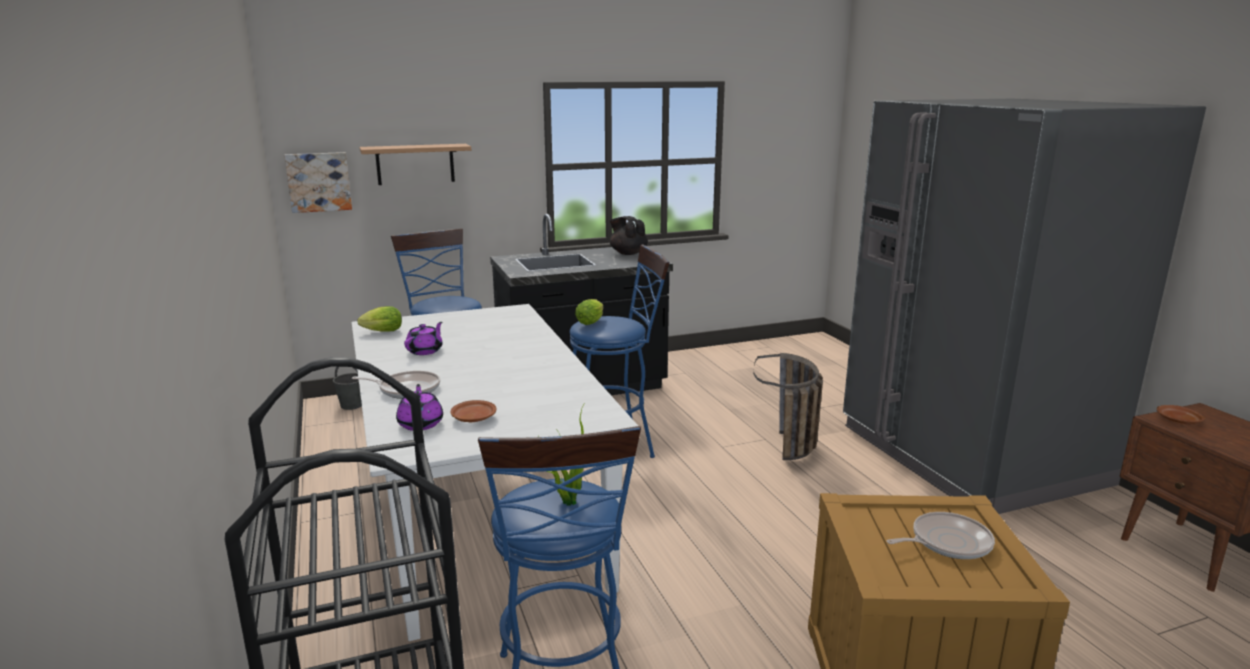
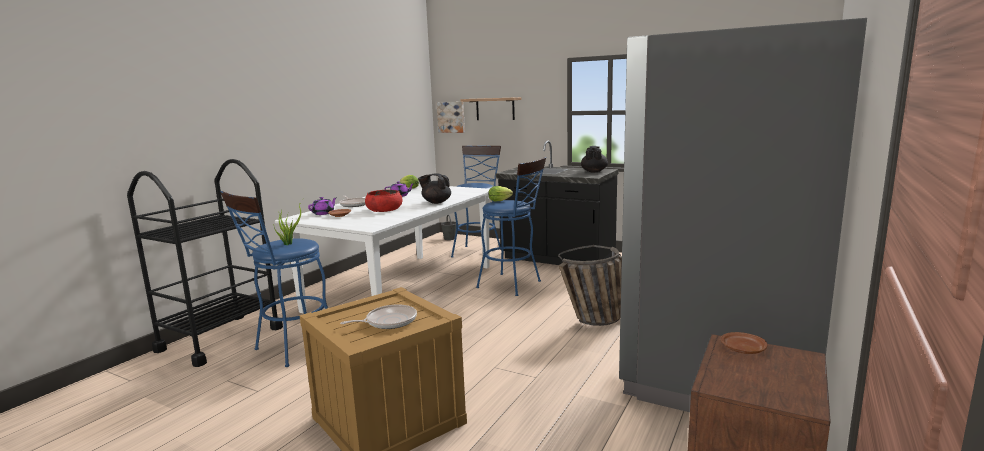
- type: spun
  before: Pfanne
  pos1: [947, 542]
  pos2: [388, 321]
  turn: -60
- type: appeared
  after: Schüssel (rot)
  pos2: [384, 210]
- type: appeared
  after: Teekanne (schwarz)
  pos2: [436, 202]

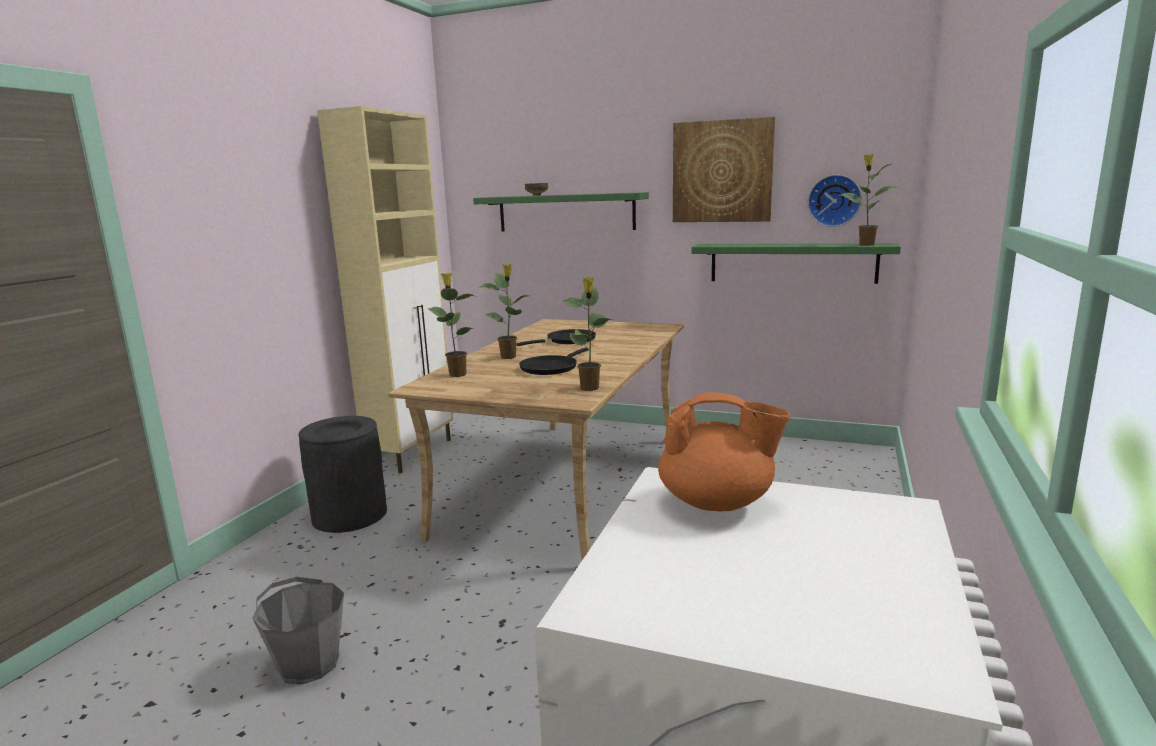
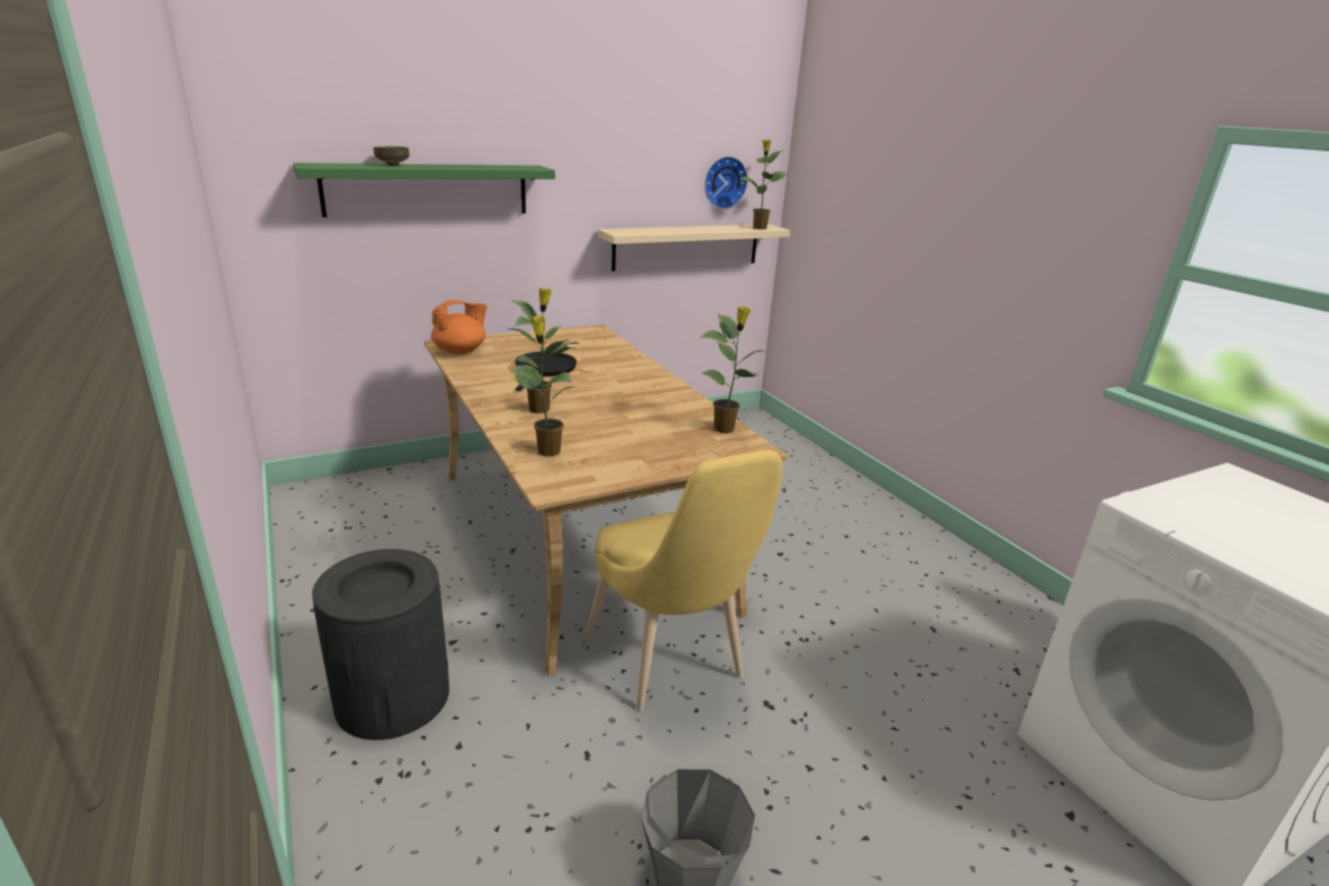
- type: missing
  before: Schrank (beige)
  pos1: [412, 453]
- type: missing
  before: Pfanne (schwarz)
  pos1: [551, 367]
- type: relocated
  before: Teekanne (orange)
  pos1: [718, 503]
  pos2: [460, 351]
- type: missing
  before: Bild
  pos1: [722, 171]
- type: colour
  before: Wandregal (grün)
  after: Wandregal (beige)
  pos1: [792, 263]
  pos2: [687, 246]
- type: appeared
  after: Stuhl (gelb)
  pos2: [669, 661]

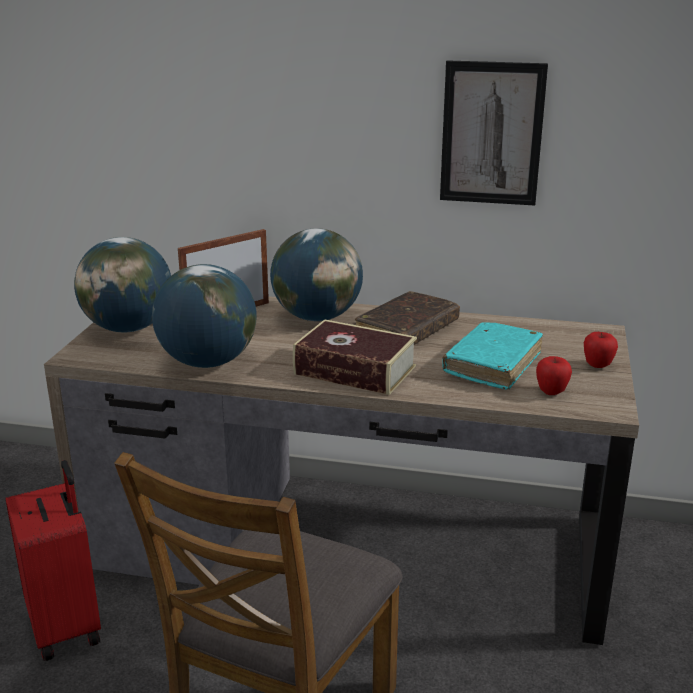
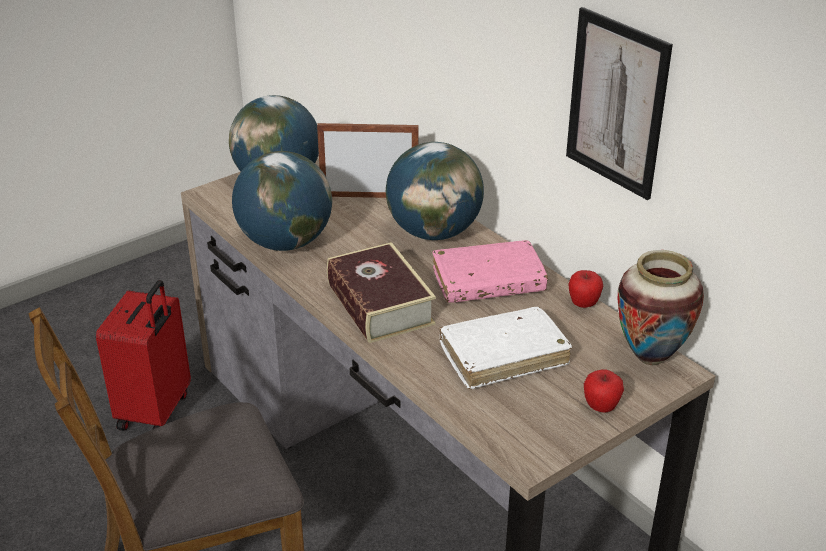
- type: colour
  before: Buch (braun)
  after: Buch (rosa)
  pos1: [407, 330]
  pos2: [488, 282]
- type: colour
  before: Buch (türkis)
  after: Buch (weiß)
  pos1: [492, 364]
  pos2: [503, 356]
- type: relocated
  before: Apfel
  pos1: [551, 392]
  pos2: [583, 304]
- type: appeared
  after: Vase
  pos2: [650, 357]

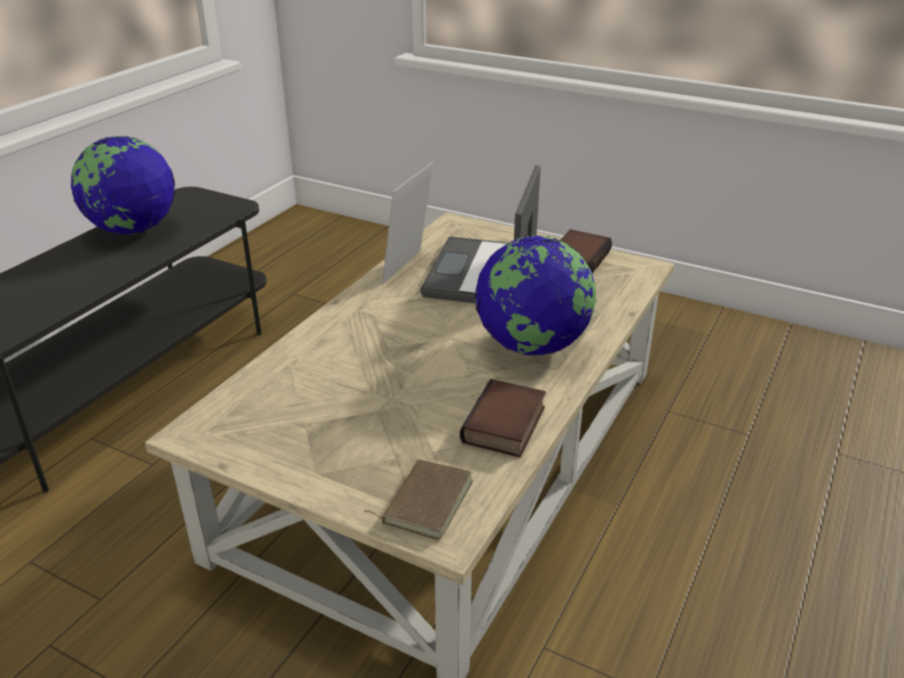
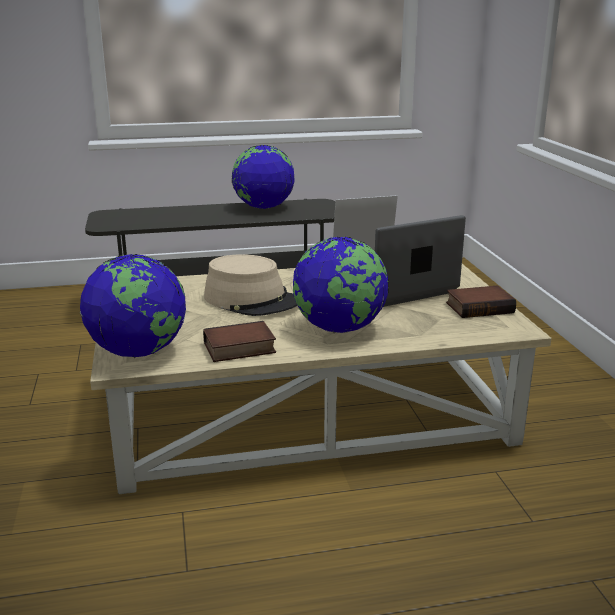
- type: exchanged
  before: Buch (braun)
  after: Globus
  pos1: [425, 501]
  pos2: [138, 352]
- type: appeared
  after: Hut (beige)
  pos2: [252, 300]

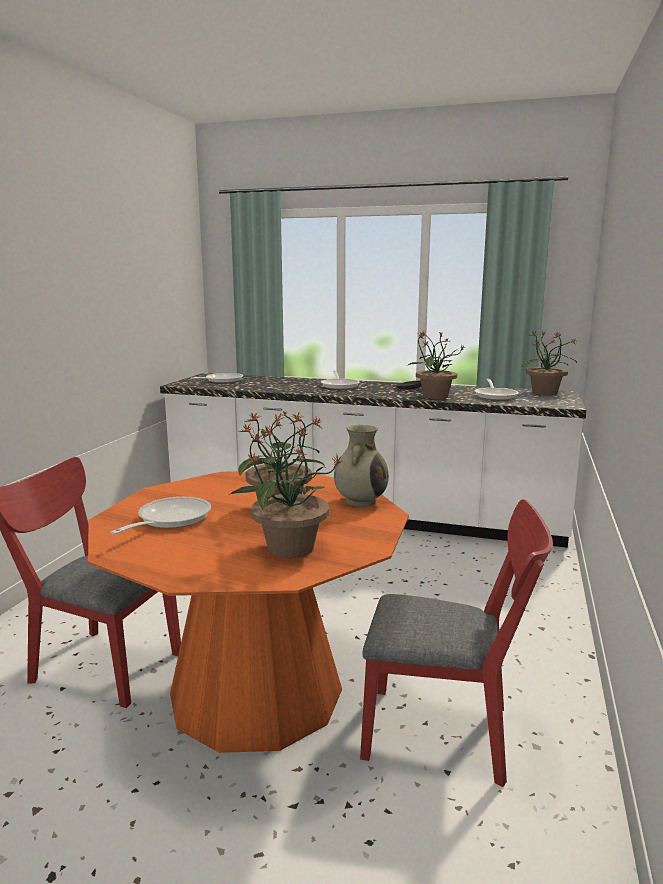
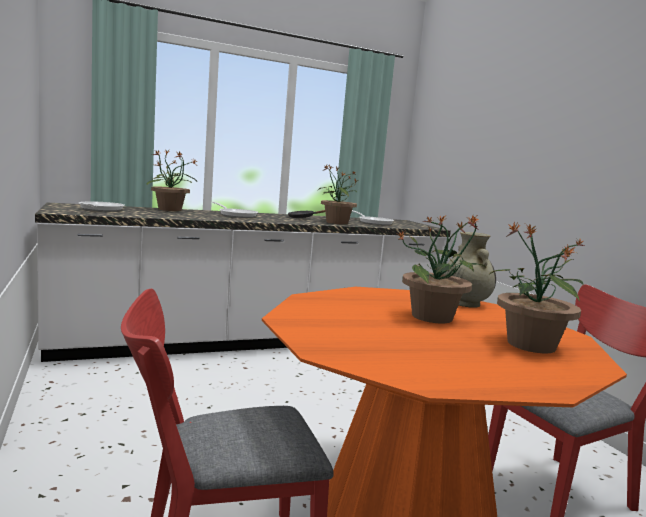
- type: missing
  before: Pfanne
  pos1: [169, 520]
- type: relocated
  before: Topfpflanze
  pos1: [545, 393]
  pos2: [170, 209]

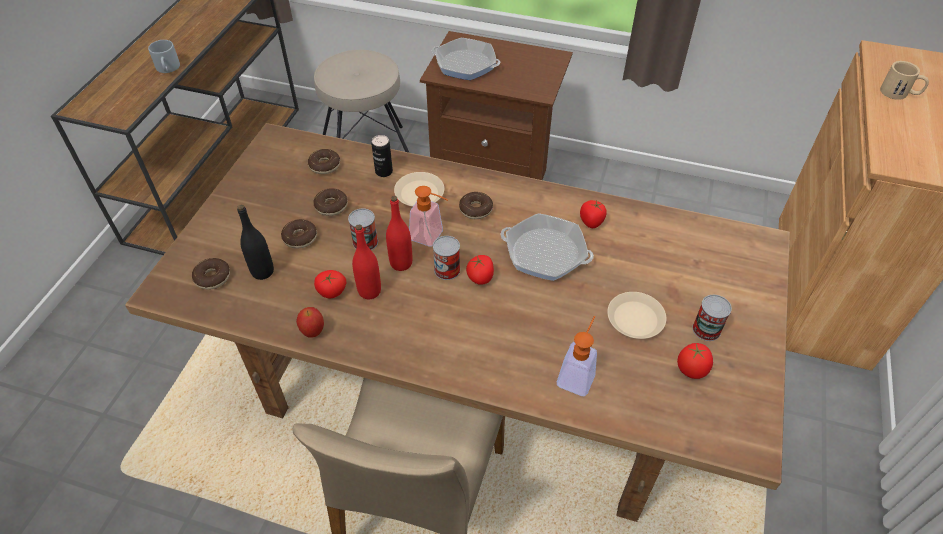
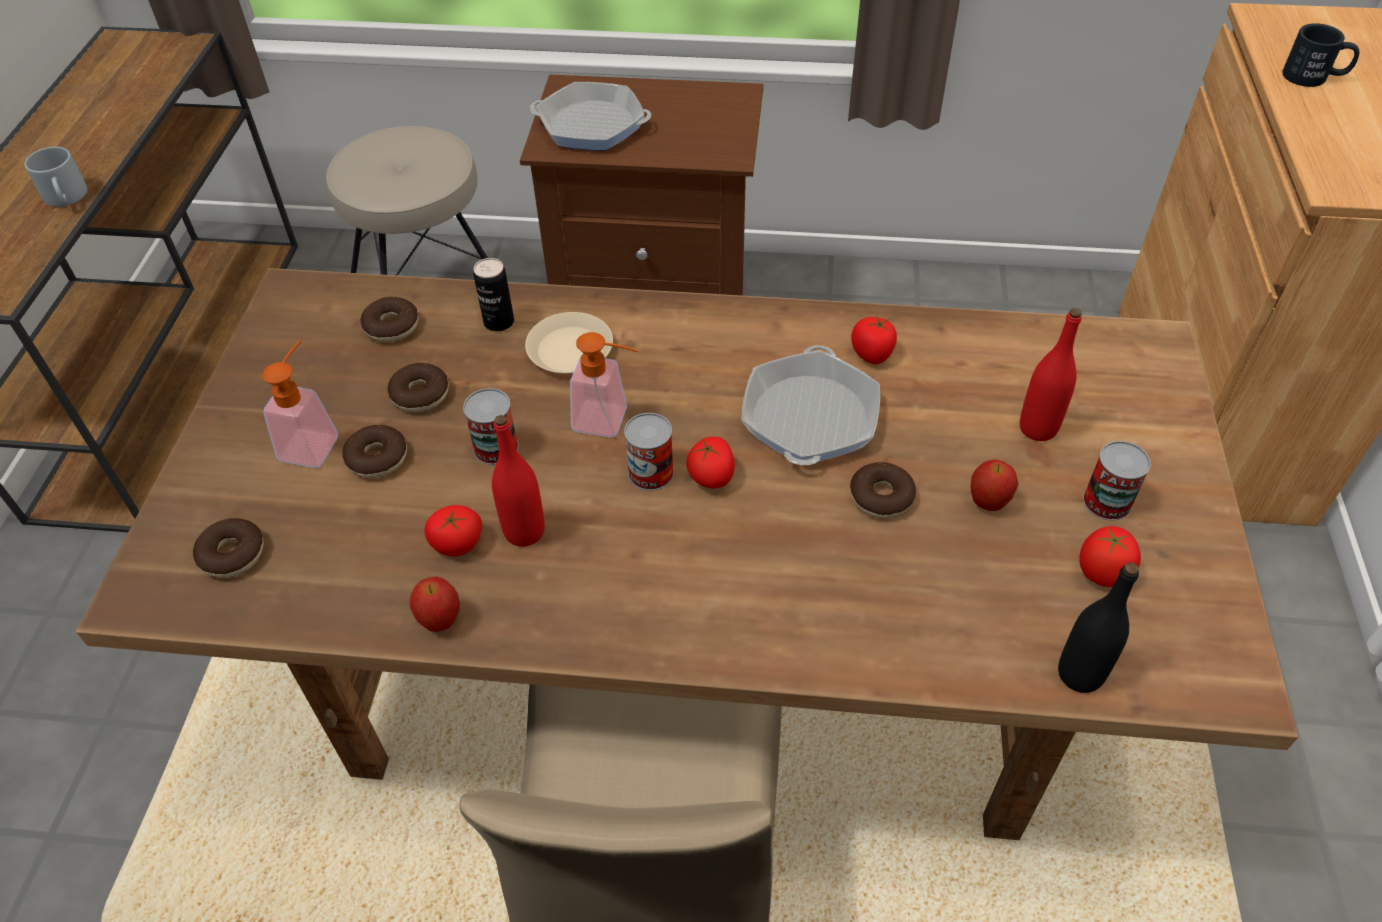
- type: relocated
  before: Flasche (schwarz)
  pos1: [262, 271]
  pos2: [1080, 674]
- type: relocated
  before: Flasche (rot)
  pos1: [401, 263]
  pos2: [1038, 428]
- type: relocated
  before: Donut
  pos1: [475, 209]
  pos2: [881, 497]
- type: spun
  before: Pfanne
  pos1: [545, 252]
  pos2: [810, 417]
  turn: 90
- type: relocated
  before: Seifenspender
  pos1: [578, 375]
  pos2: [314, 441]
- type: exchanged
  before: Teller (beige)
  after: Apfel
  pos1: [635, 318]
  pos2: [988, 503]
- type: colour
  before: Henkelbecher (beige)
  after: Henkelbecher (schwarz)
  pos1: [899, 93]
  pos2: [1314, 77]

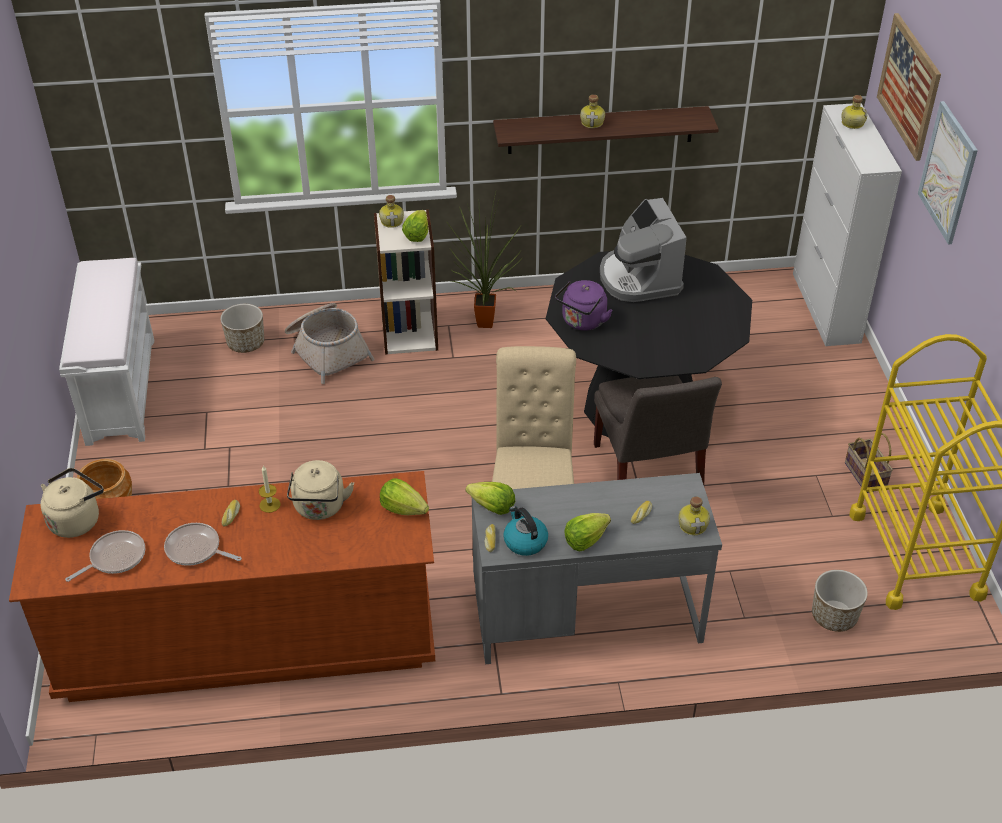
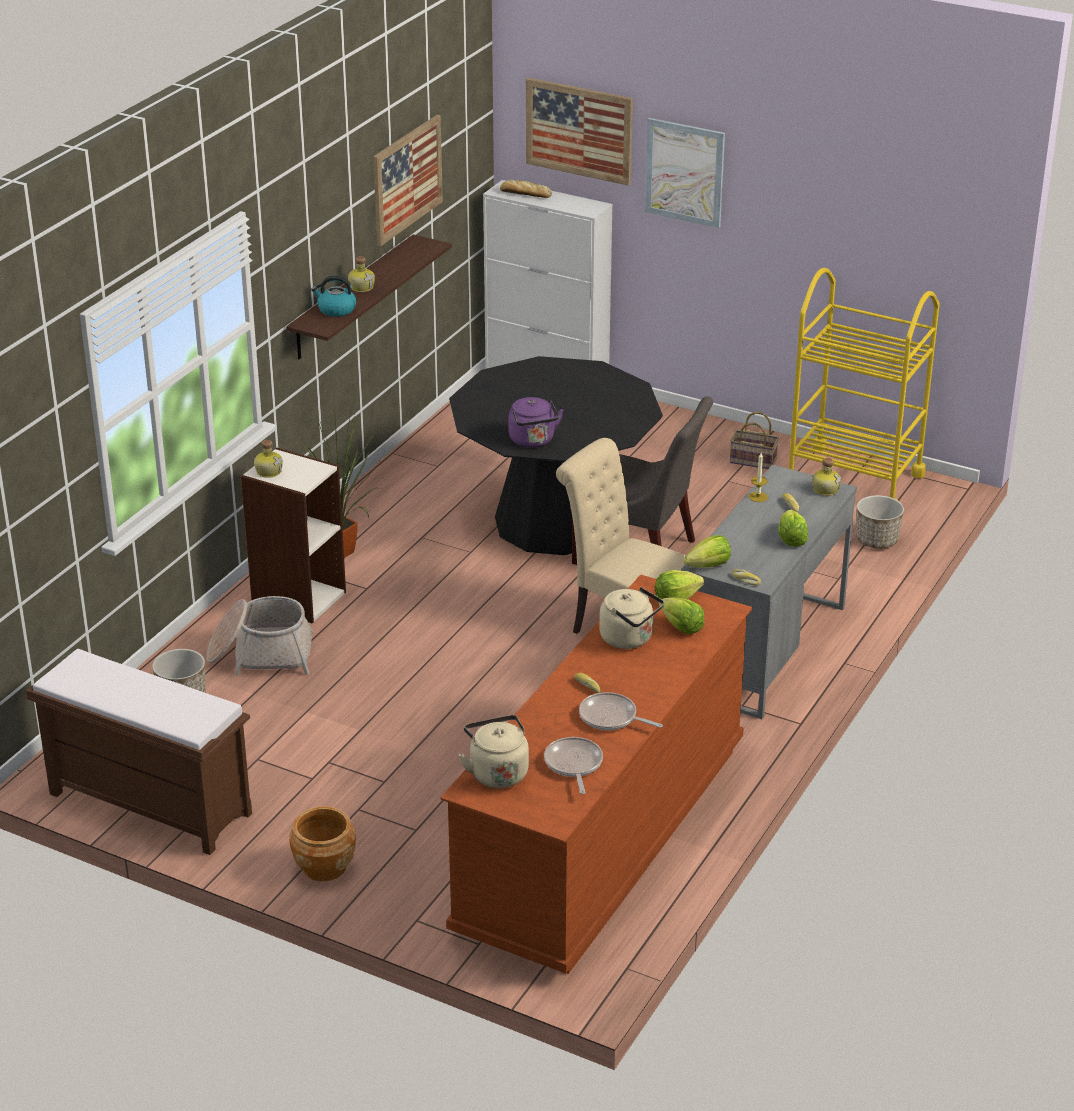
- type: colour
  before: Bank (weiß)
  after: Bank (braun)
  pos1: [120, 389]
  pos2: [148, 804]
- type: spun
  before: Pfanne
  pos1: [196, 549]
  pos2: [611, 717]
  turn: 60
- type: relocated
  before: Kerze
  pos1: [270, 505]
  pos2: [758, 497]
- type: relocated
  before: Salatkopf
  pos1: [417, 235]
  pos2: [681, 627]
- type: relocated
  before: Wasserkessel
  pos1: [524, 541]
  pos2: [336, 310]
- type: missing
  before: Kaffeemaschine
  pos1: [639, 278]
- type: exchanged
  before: Flasche
  after: Brot
  pos1: [852, 123]
  pos2: [524, 194]
- type: appeared
  after: Bild
  pos2: [407, 179]

